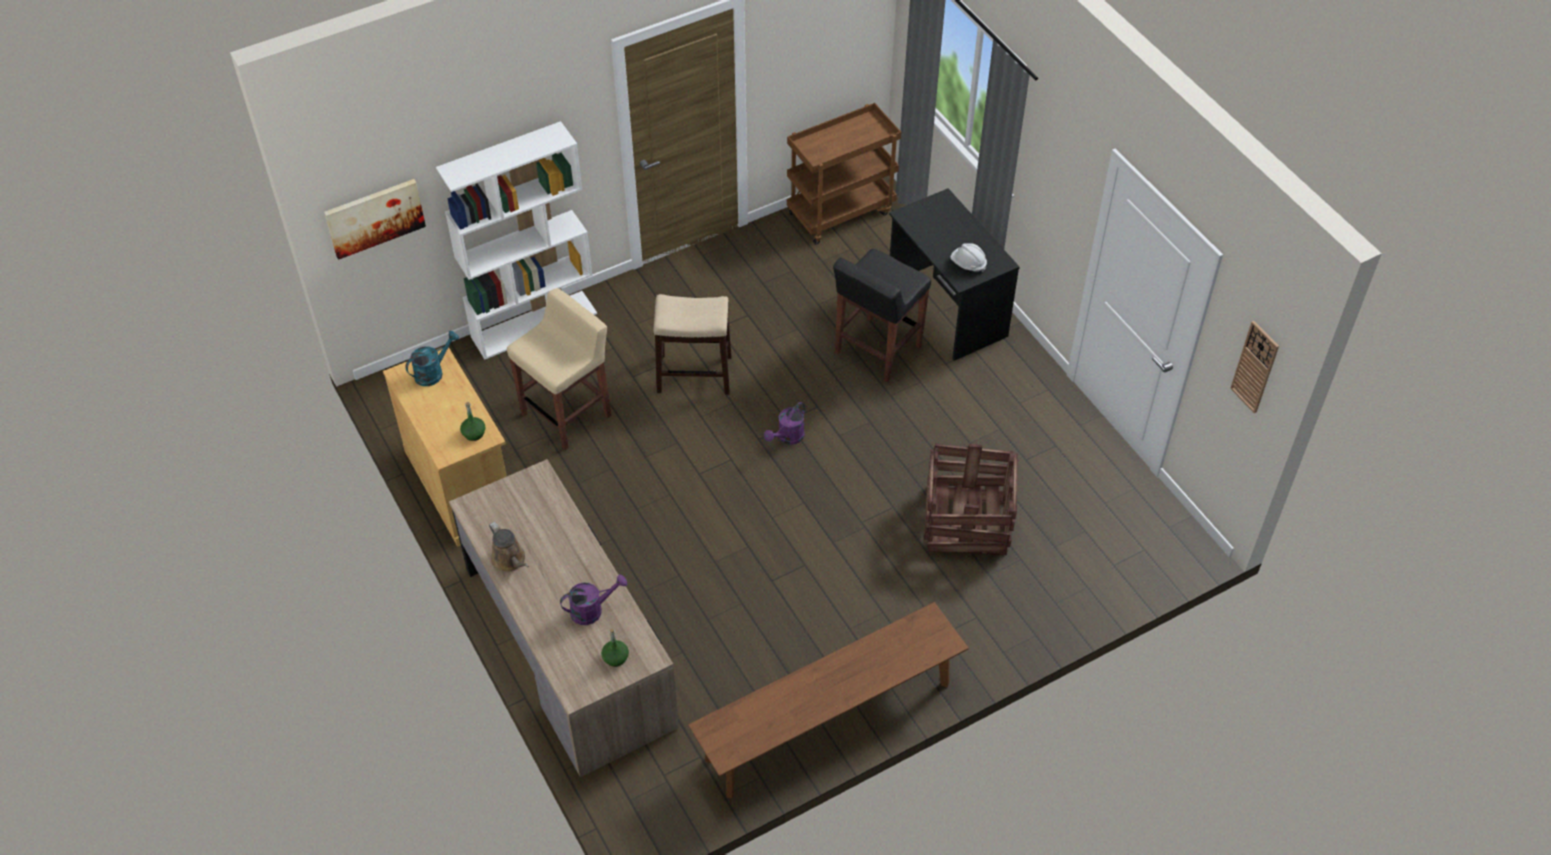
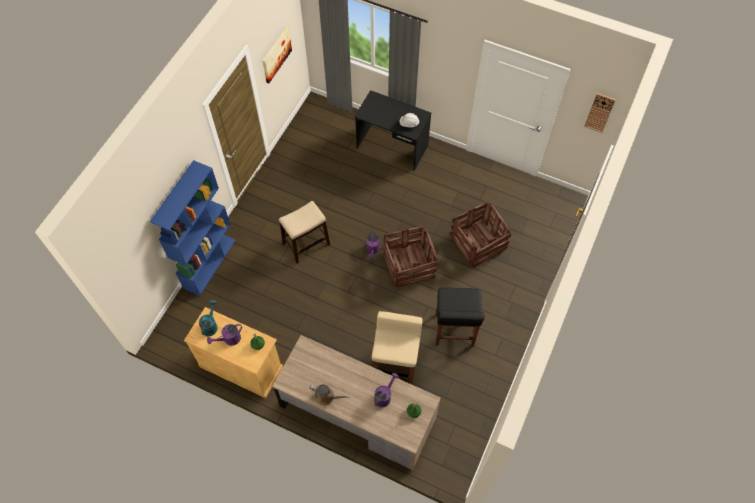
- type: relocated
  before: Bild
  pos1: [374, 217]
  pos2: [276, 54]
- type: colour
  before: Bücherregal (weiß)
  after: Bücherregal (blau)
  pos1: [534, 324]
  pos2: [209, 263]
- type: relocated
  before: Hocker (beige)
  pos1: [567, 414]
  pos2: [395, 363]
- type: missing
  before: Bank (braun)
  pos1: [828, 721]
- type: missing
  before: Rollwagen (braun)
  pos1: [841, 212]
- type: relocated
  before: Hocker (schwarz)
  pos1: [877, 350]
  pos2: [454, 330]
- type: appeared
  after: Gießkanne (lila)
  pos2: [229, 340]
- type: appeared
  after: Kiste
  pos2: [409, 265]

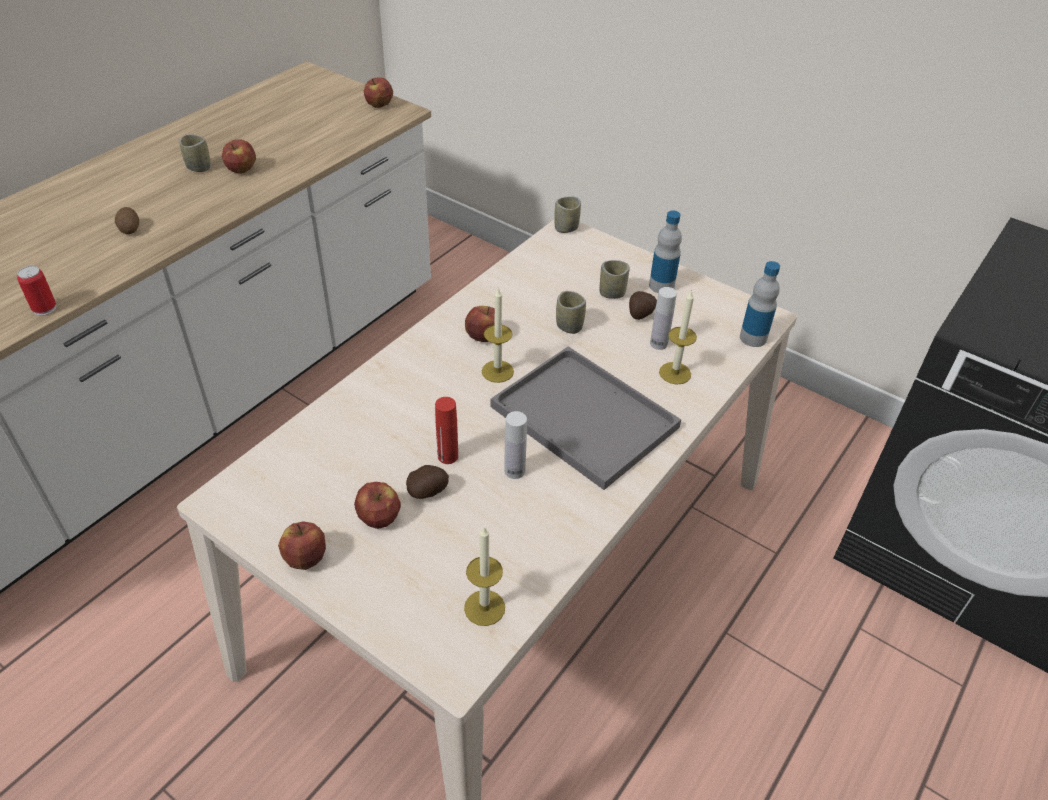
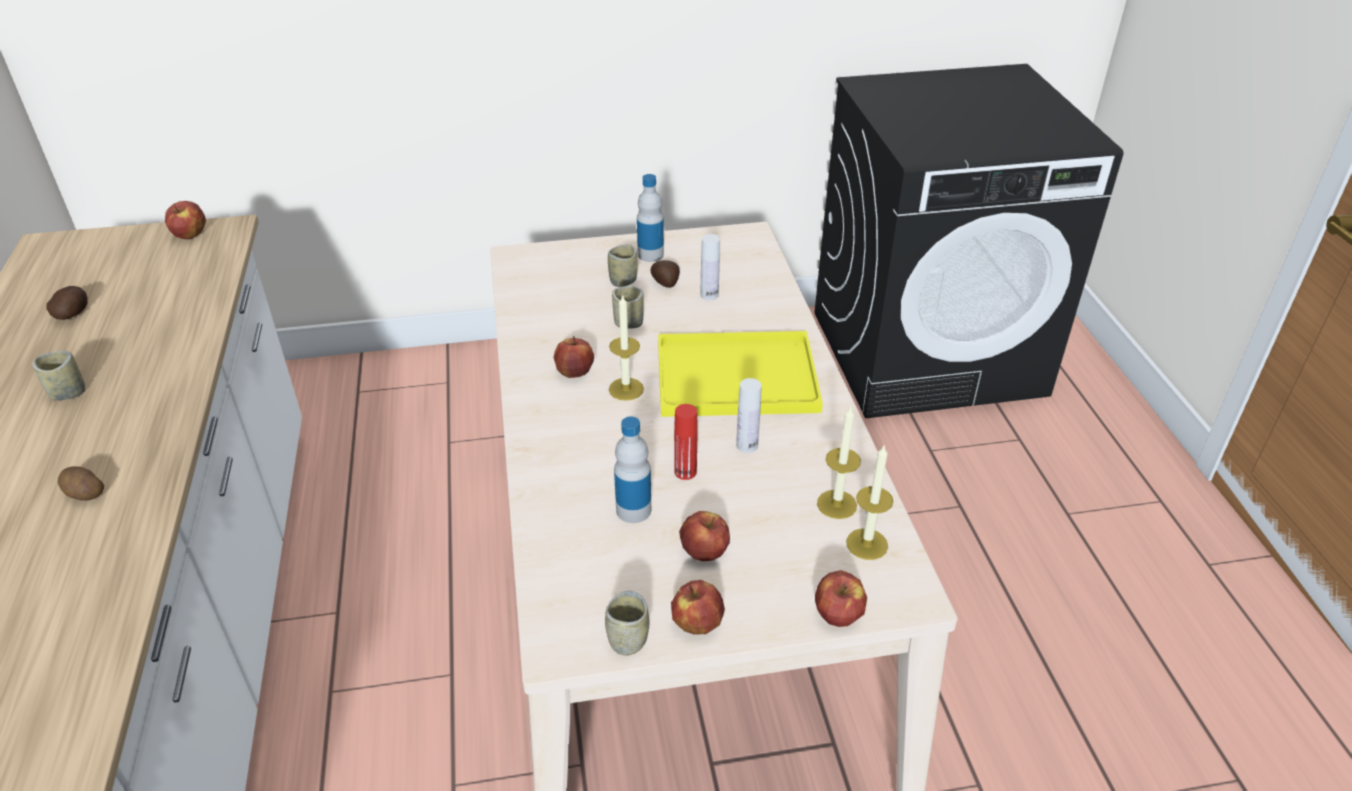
- type: missing
  before: Dose
  pos1: [44, 308]
- type: relocated
  before: Apfel
  pos1: [242, 169]
  pos2: [838, 613]
- type: relocated
  before: Kartoffel
  pos1: [428, 491]
  pos2: [73, 314]
- type: colour
  before: Tablett (grau)
  after: Tablett (gelb)
  pos1: [580, 416]
  pos2: [733, 378]
- type: relocated
  before: Tasse
  pos1: [566, 228]
  pos2: [628, 640]
- type: relocated
  before: Kerze
  pos1: [675, 373]
  pos2: [836, 504]
- type: relocated
  before: Flasche
  pos1: [753, 338]
  pos2: [633, 510]

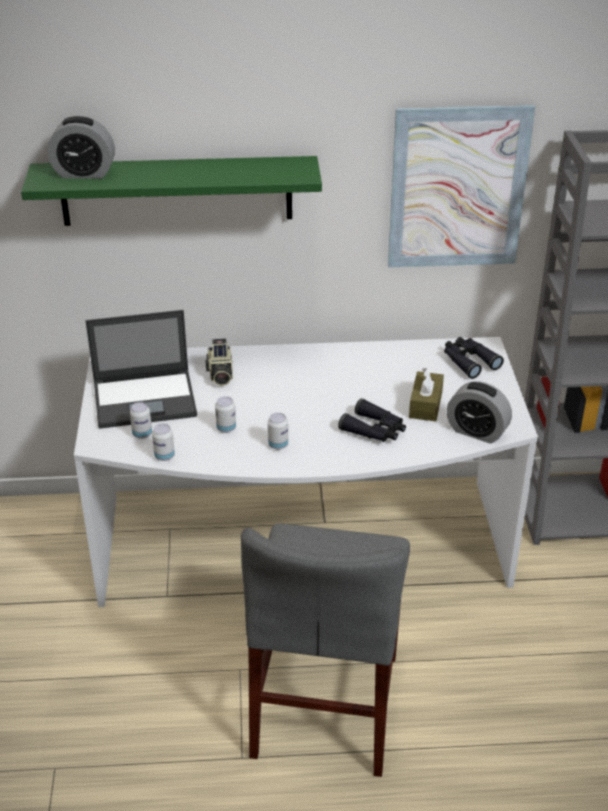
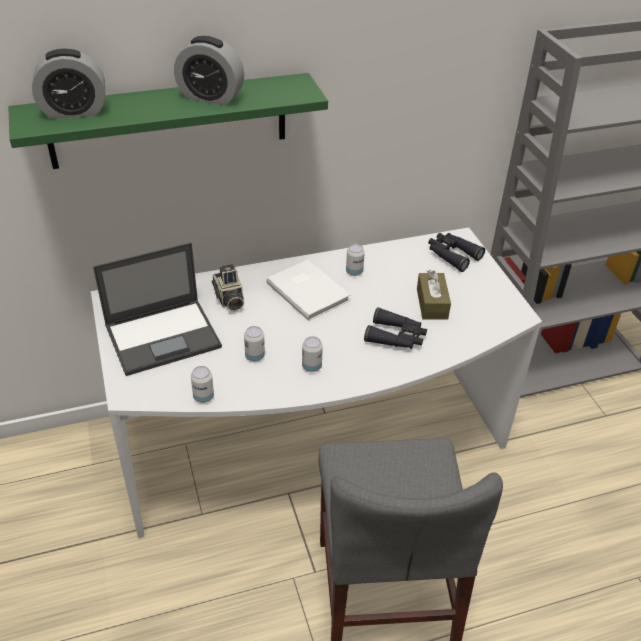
- type: relocated
  before: Dose
  pos1: [142, 434]
  pos2: [354, 272]
- type: missing
  before: Bild
  pos1: [457, 188]
- type: relocated
  before: Wecker
  pos1: [476, 432]
  pos2: [211, 97]
- type: appeared
  after: Buch (weiß)
  pos2: [309, 290]

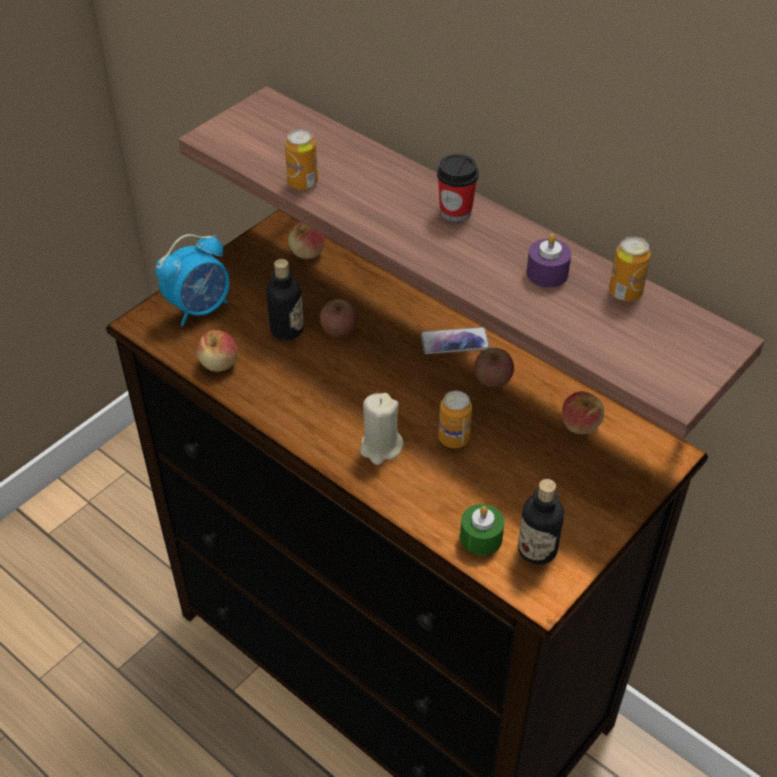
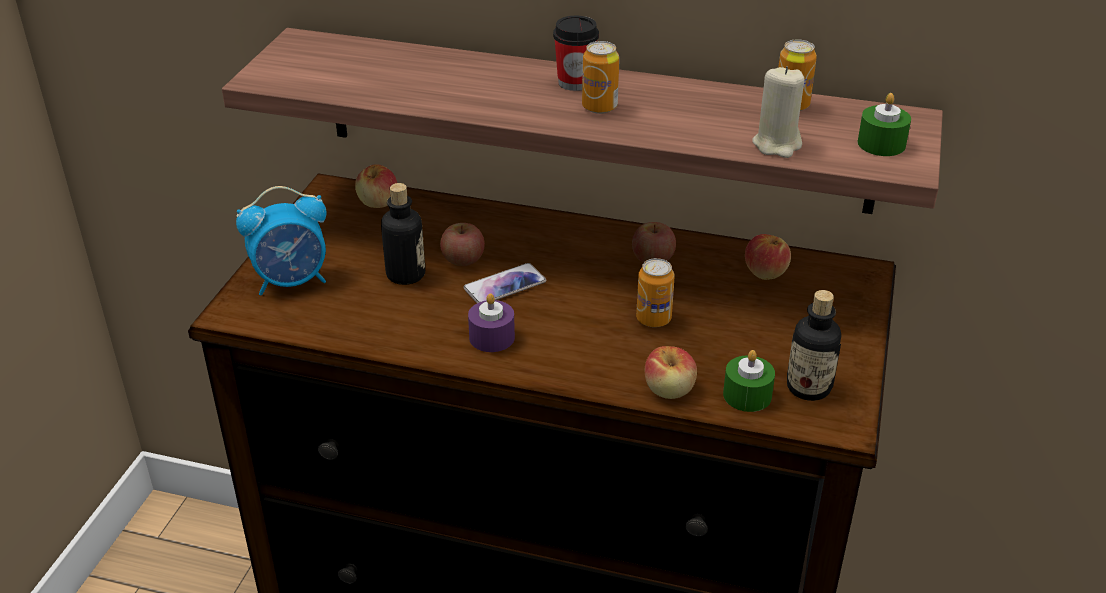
- type: spun
  before: Wecker
  pos1: [200, 308]
  pos2: [292, 281]
  turn: 45
- type: relocated
  before: Apfel
  pos1: [219, 363]
  pos2: [669, 390]
- type: relocated
  before: Dose
  pos1: [302, 183]
  pos2: [599, 107]
- type: relocated
  before: Kerze (beige)
  pos1: [380, 447]
  pos2: [777, 144]
- type: relocated
  before: Handy
  pos1: [454, 342]
  pos2: [505, 285]
- type: relocated
  before: Kerze (lila)
  pos1: [547, 273]
  pos2: [492, 337]
- type: appeared
  after: Kerze (grün)
  pos2: [881, 144]

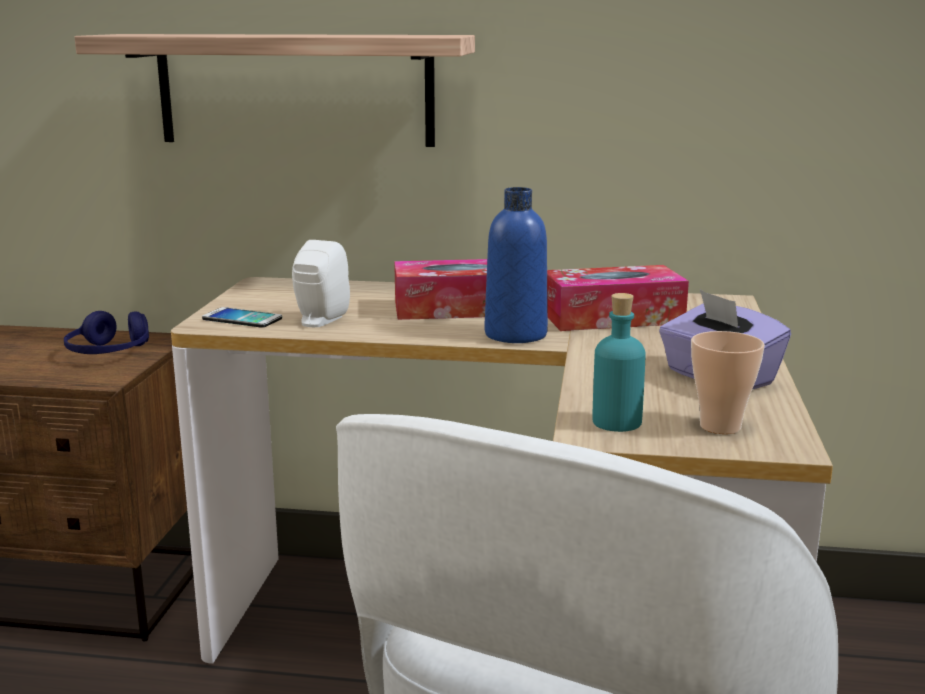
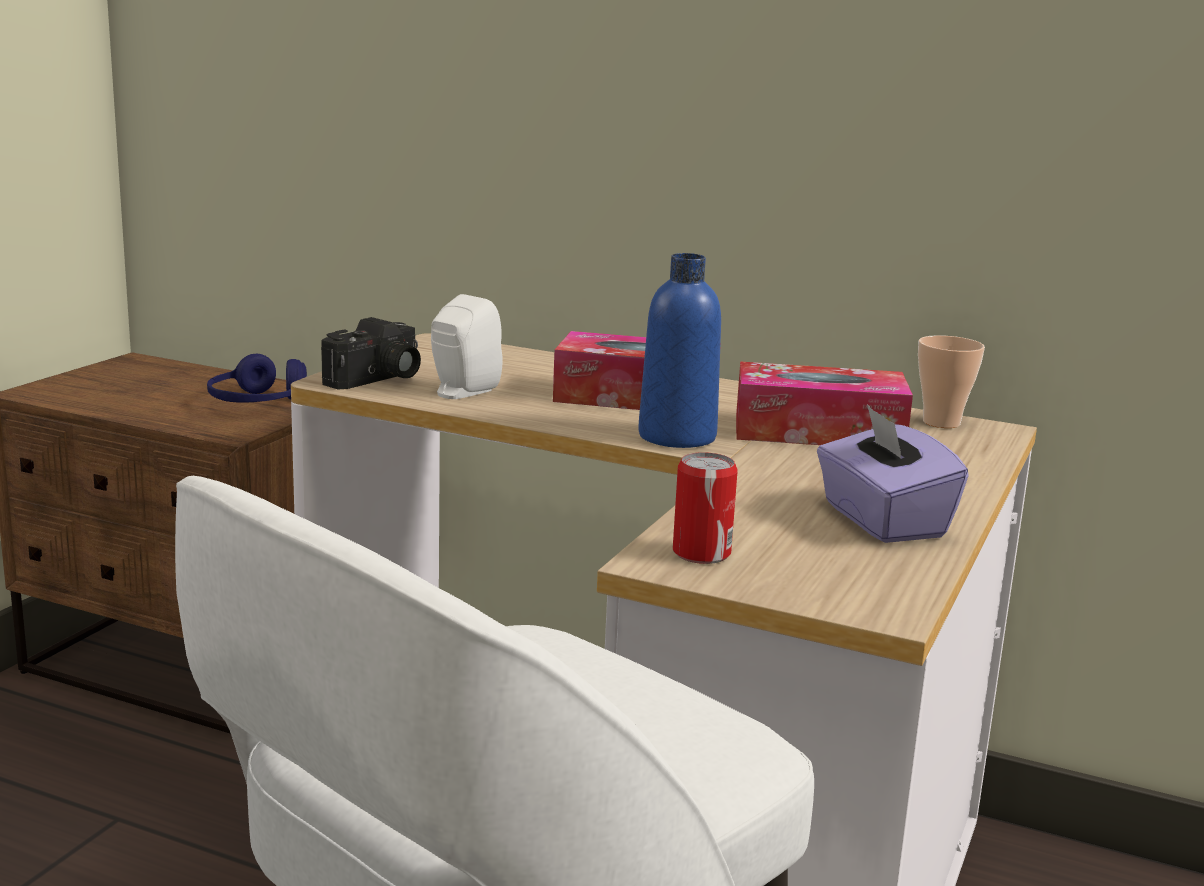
- type: missing
  before: Wandregal
  pos1: [295, 90]
- type: exchanged
  before: Handy
  after: Kamera
  pos1: [242, 319]
  pos2: [378, 380]
- type: exchanged
  before: Flasche (türkis)
  after: Dose
  pos1: [616, 422]
  pos2: [701, 553]
- type: relocated
  before: Tasse
  pos1: [720, 426]
  pos2: [941, 422]

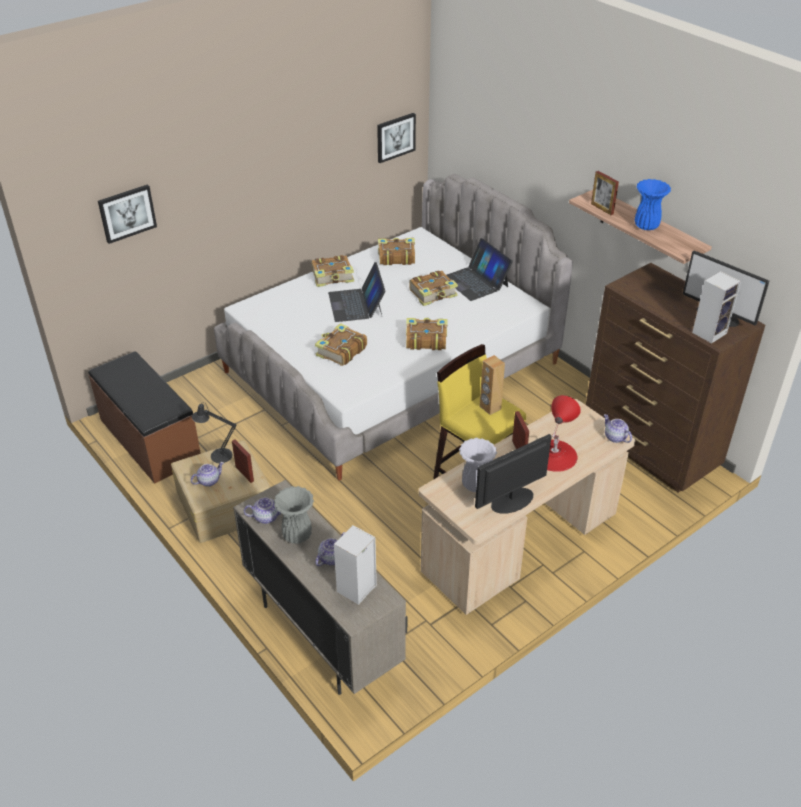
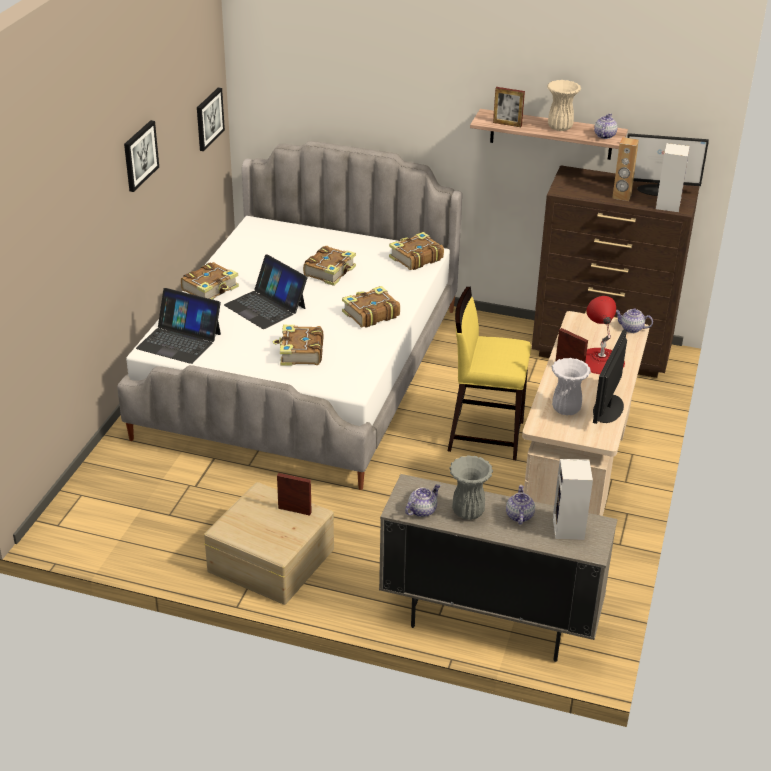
- type: missing
  before: Bank (braun)
  pos1: [149, 440]
- type: relocated
  before: Bild
  pos1: [127, 213]
  pos2: [140, 155]
- type: relocated
  before: Teekanne
  pos1: [209, 481]
  pos2: [604, 135]
- type: missing
  before: Tischlampe (schwarz)
  pos1: [218, 455]
- type: relocated
  before: Buch
  pos1: [396, 257]
  pos2: [415, 258]
- type: relocated
  before: Laptop
  pos1: [475, 281]
  pos2: [179, 341]
- type: relocated
  before: Lautsprecher (braun)
  pos1: [490, 407]
  pos2: [621, 196]
- type: colour
  before: Vase (blau)
  after: Vase (beige)
  pos1: [646, 226]
  pos2: [559, 127]

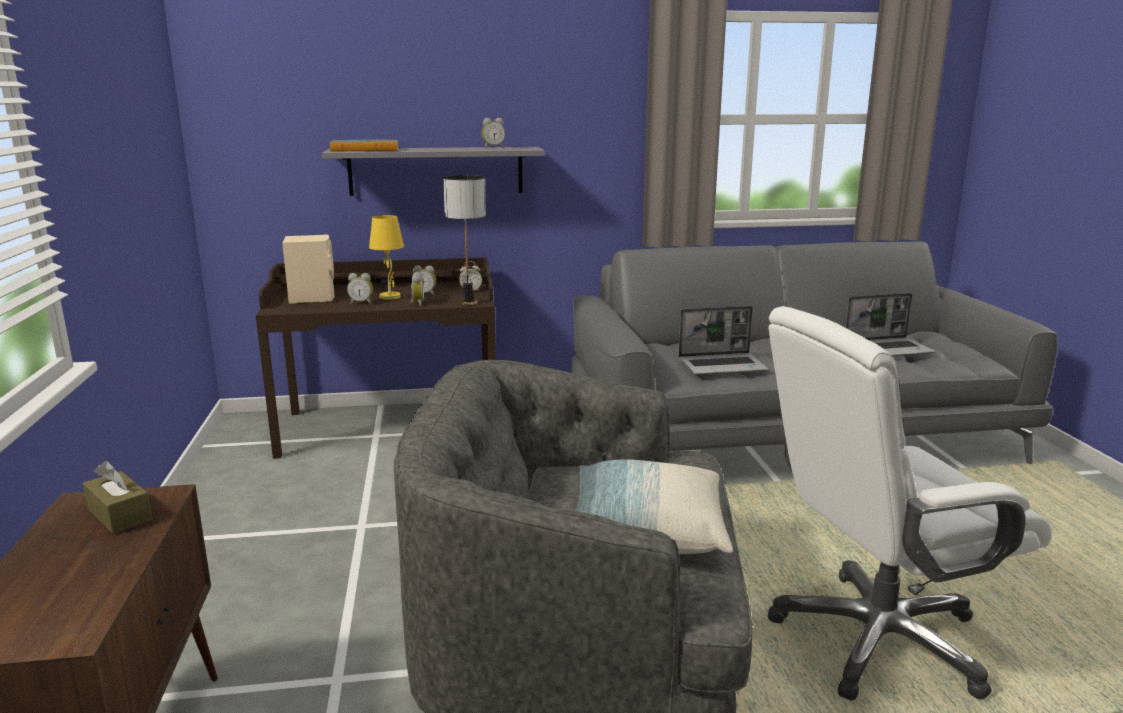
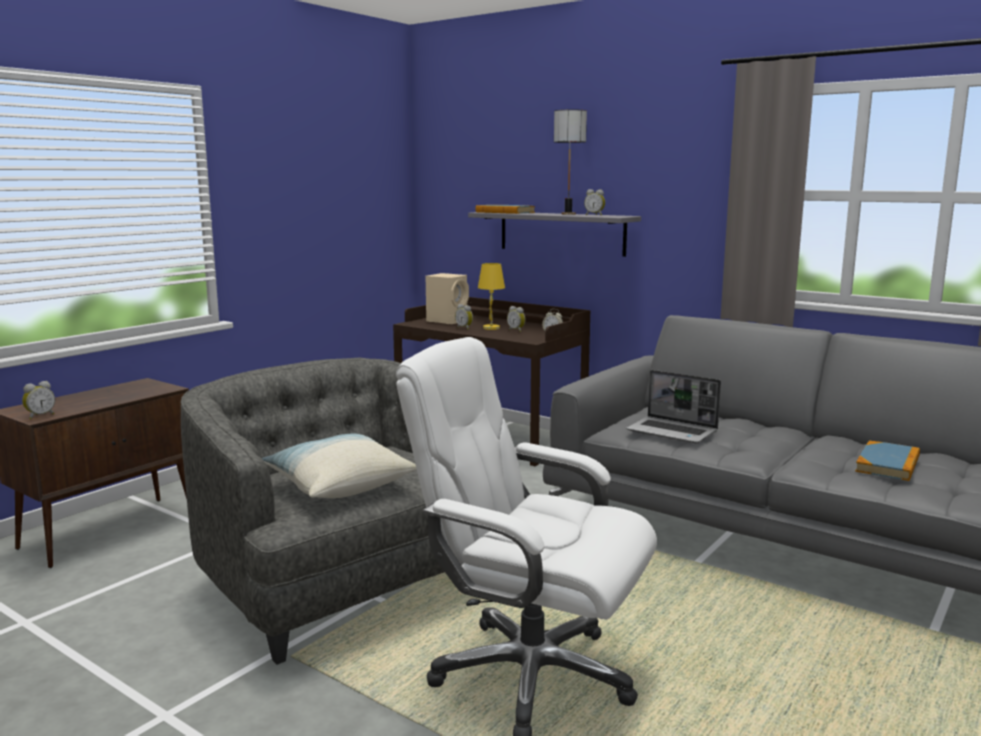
- type: missing
  before: Taschentuchbox (braun)
  pos1: [120, 514]
- type: relocated
  before: Wecker
  pos1: [417, 303]
  pos2: [40, 416]
- type: relocated
  before: Tischlampe
  pos1: [468, 303]
  pos2: [568, 214]
- type: exchanged
  before: Laptop
  after: Buch
  pos1: [888, 349]
  pos2: [888, 464]

